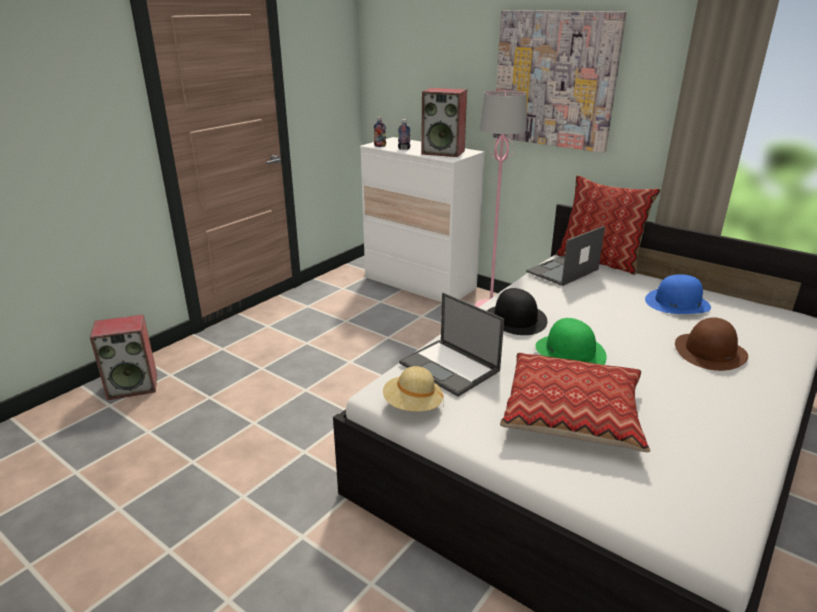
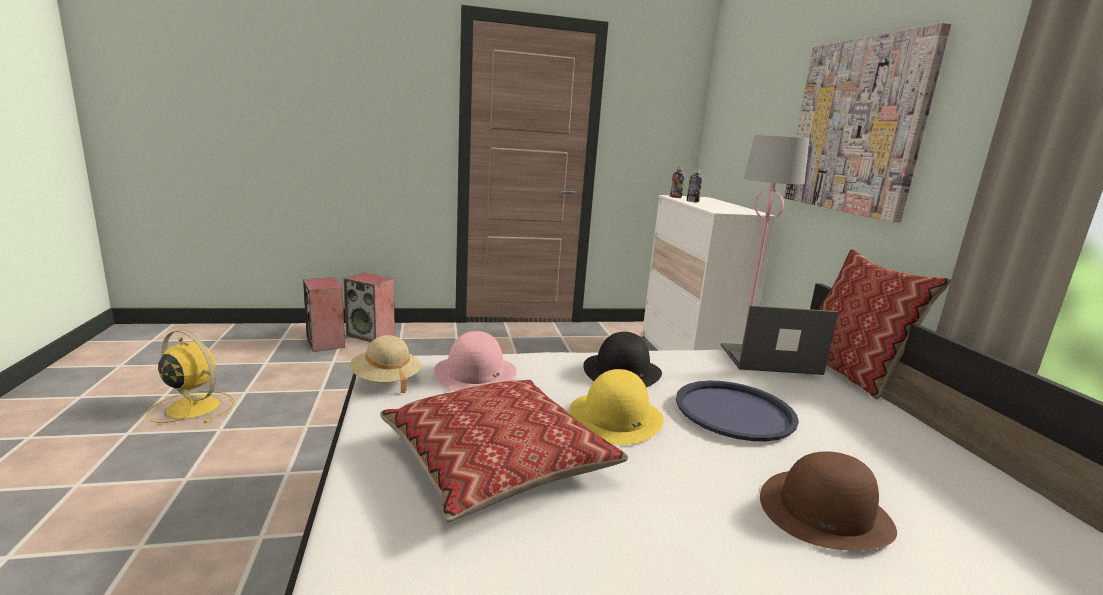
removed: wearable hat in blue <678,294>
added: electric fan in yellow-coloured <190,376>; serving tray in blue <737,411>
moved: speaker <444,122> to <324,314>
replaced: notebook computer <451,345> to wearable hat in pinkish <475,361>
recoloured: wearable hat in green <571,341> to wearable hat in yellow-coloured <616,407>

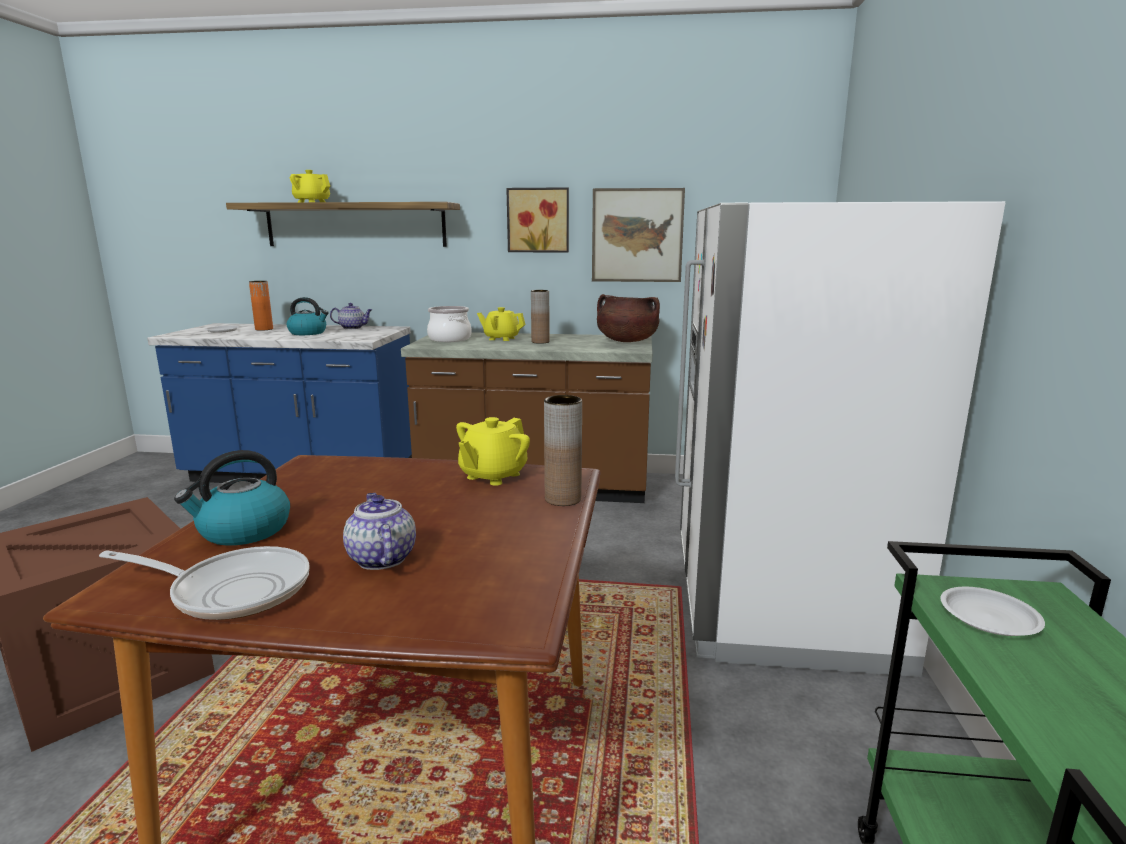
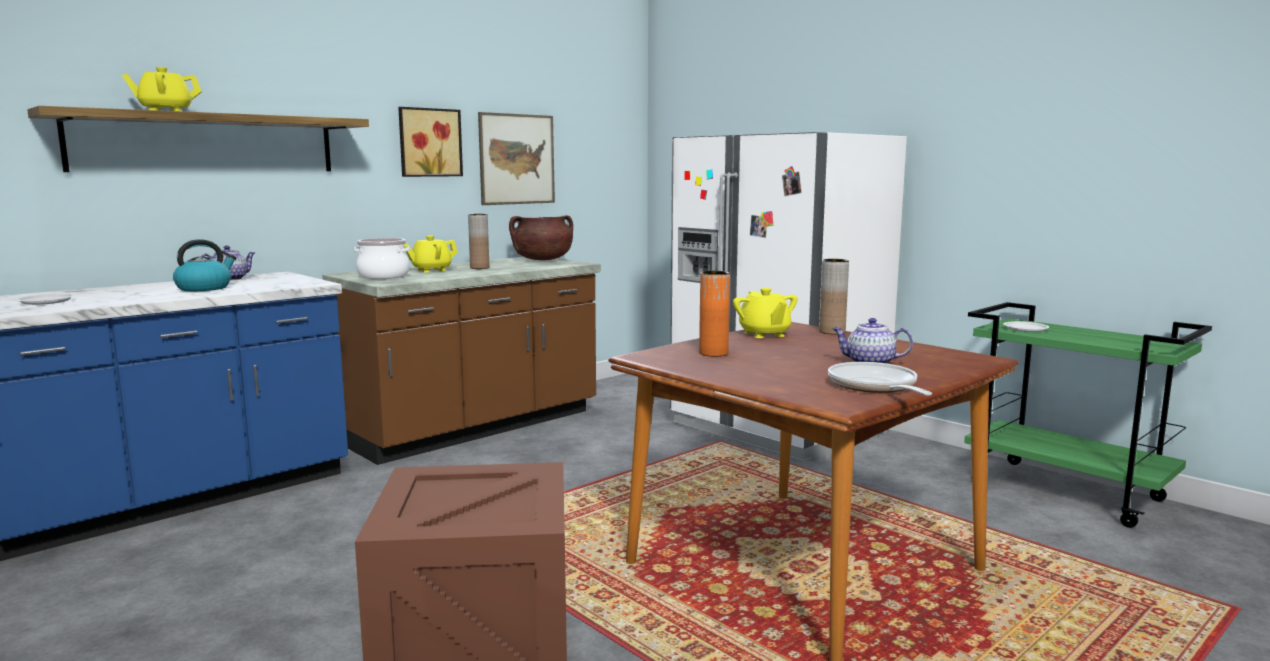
removed: kettle <232,498>
moved: vase in orange-coloured <261,306> to <714,314>
turned: skillet <204,583> = <880,379> 60 degrees counterclockwise

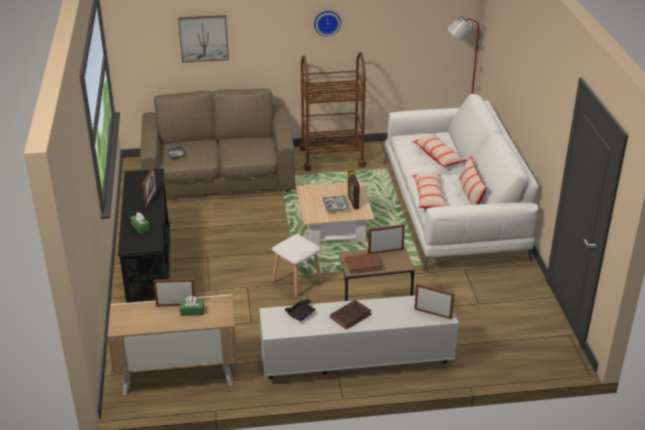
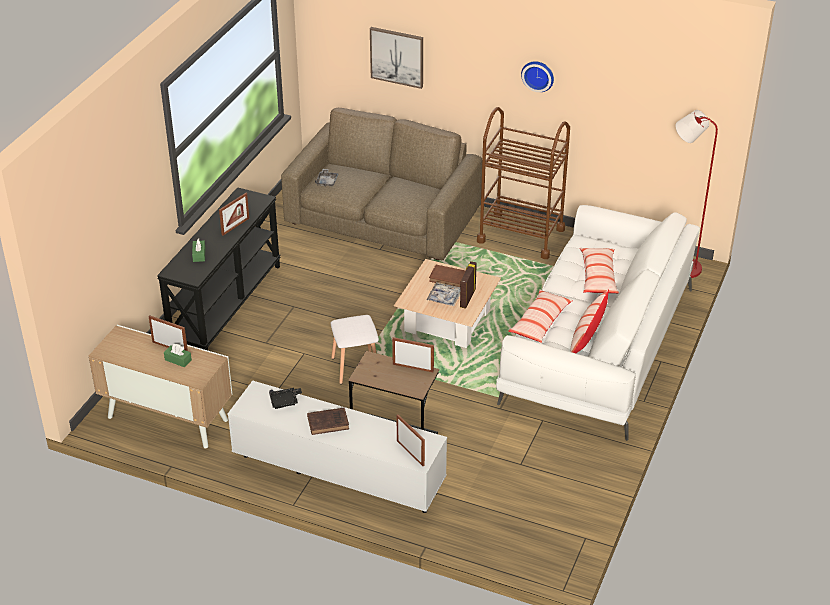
moved: volume in brownish <364,263> to <447,276>

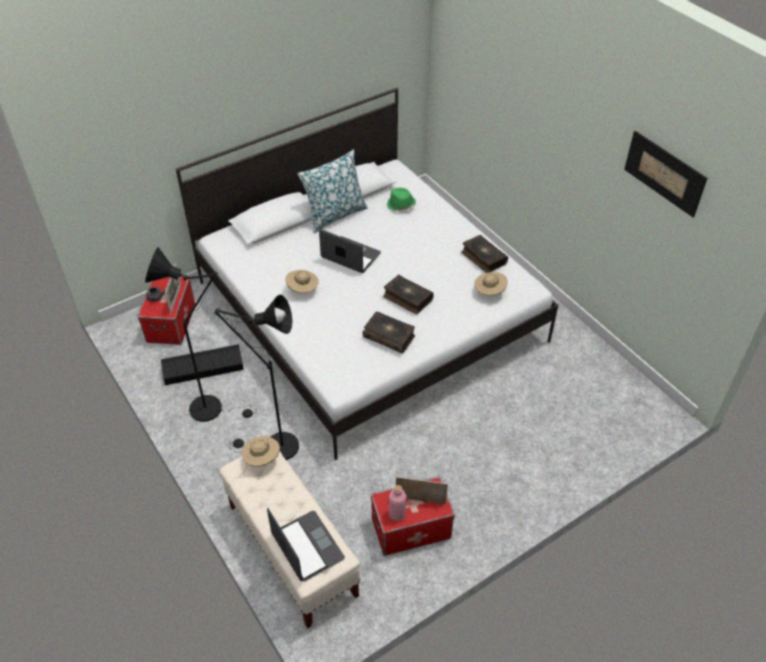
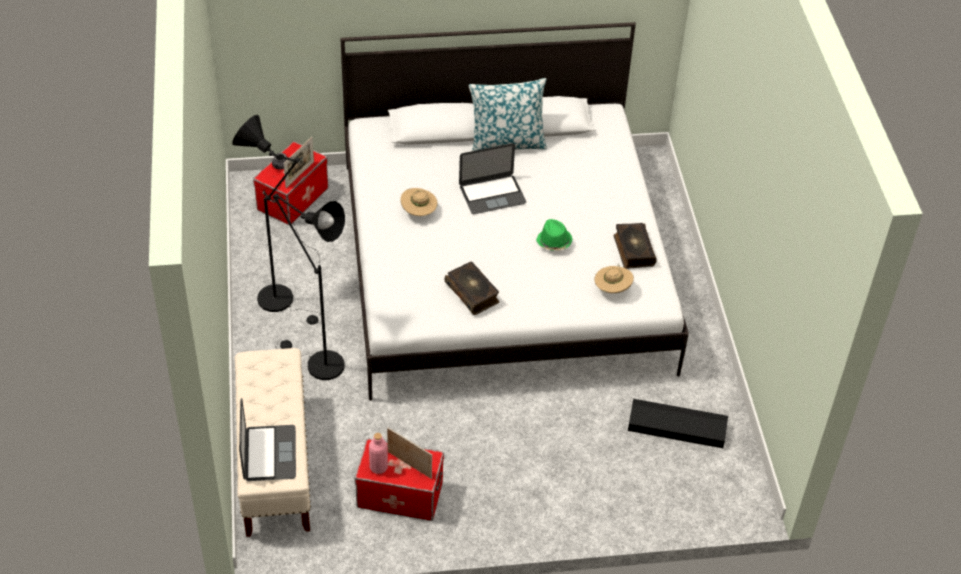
removed: wall picture <666,174>; volume <408,294>; wearable hat in sand-coloured <261,451>
moved: wearable hat in green <401,199> to <554,235>; storage bin in black <202,365> to <678,423>
turned: notebook computer <350,251> = <492,178> 105 degrees clockwise

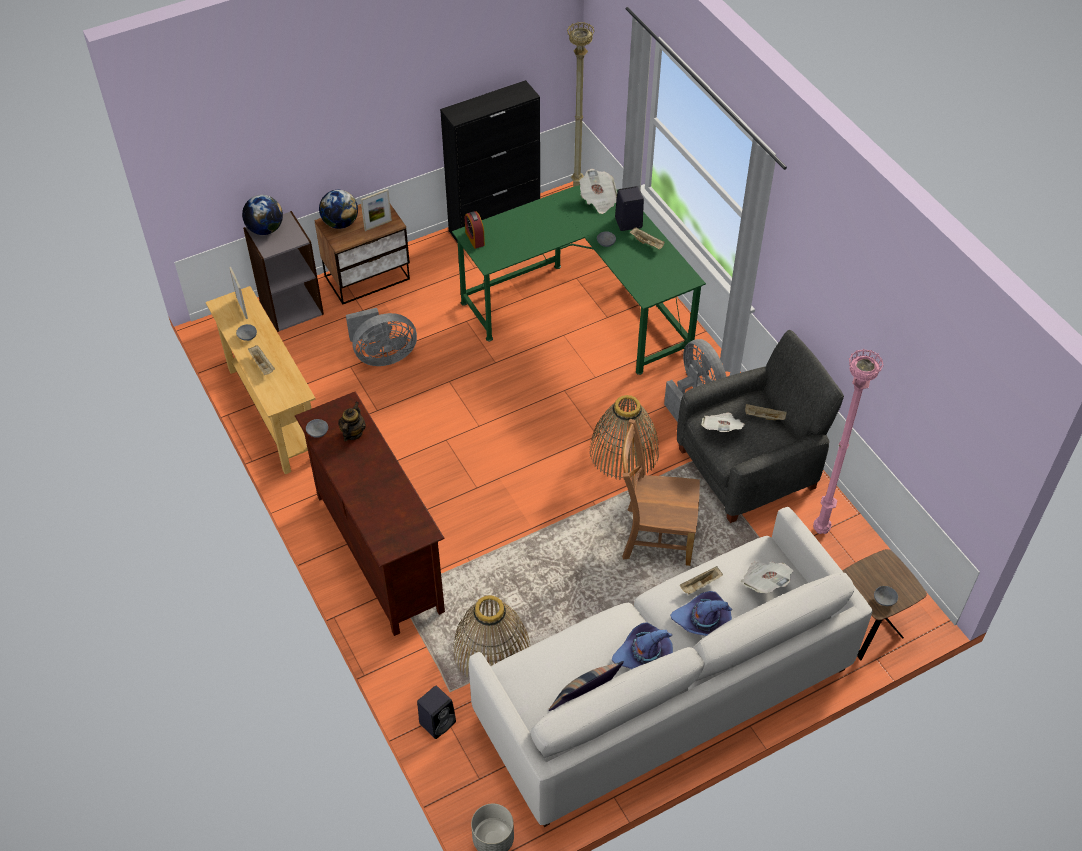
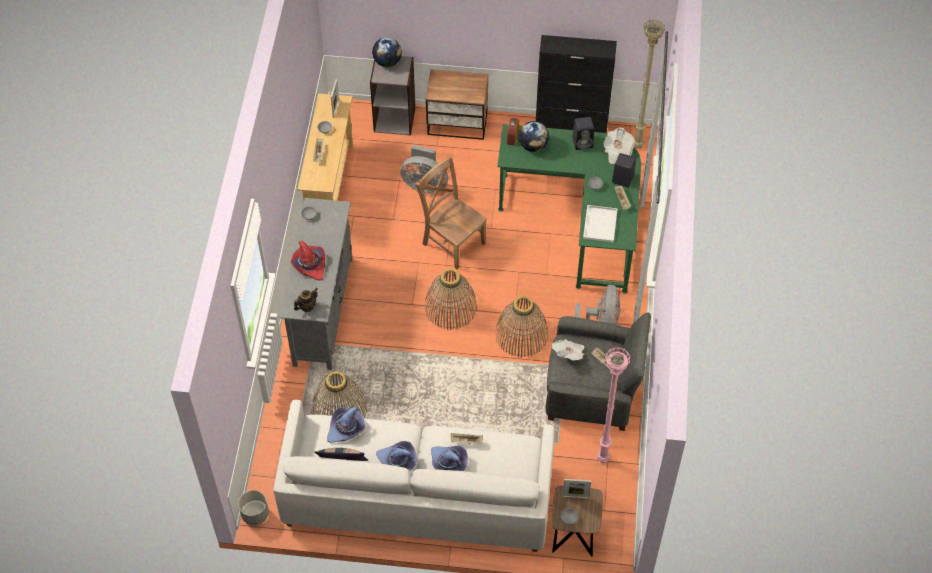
removed: printed paper <766,577>
added: serving tray in white <600,223>; wearable hat in reddish <308,260>; basket <451,299>; wearable hat in purple <346,425>
moved: picture frame <376,210> to <576,489>; desk globe <338,209> to <534,136>; teapot <352,421> to <306,300>; chair in brownish <661,492> to <451,212>; speaker in black <436,712> to <583,133>
recoloured: tv stand in brownish <370,513> to tv stand in grey <316,284>

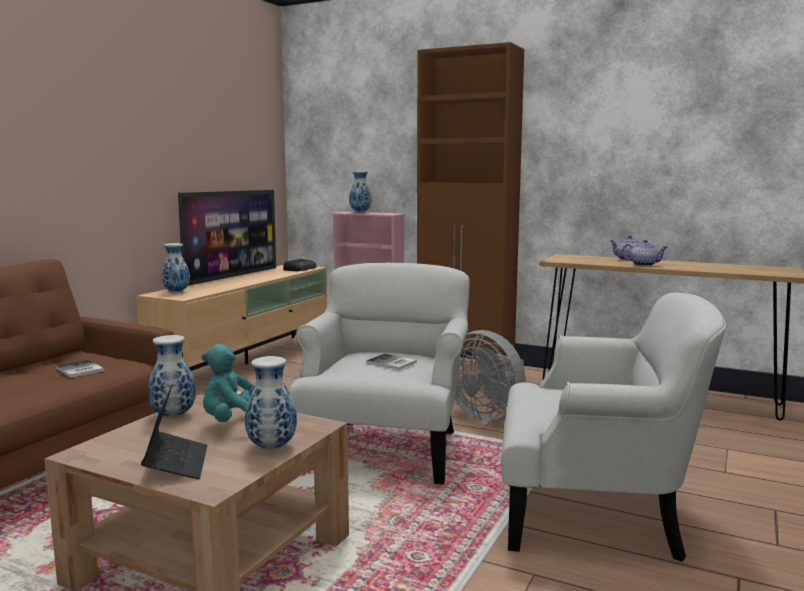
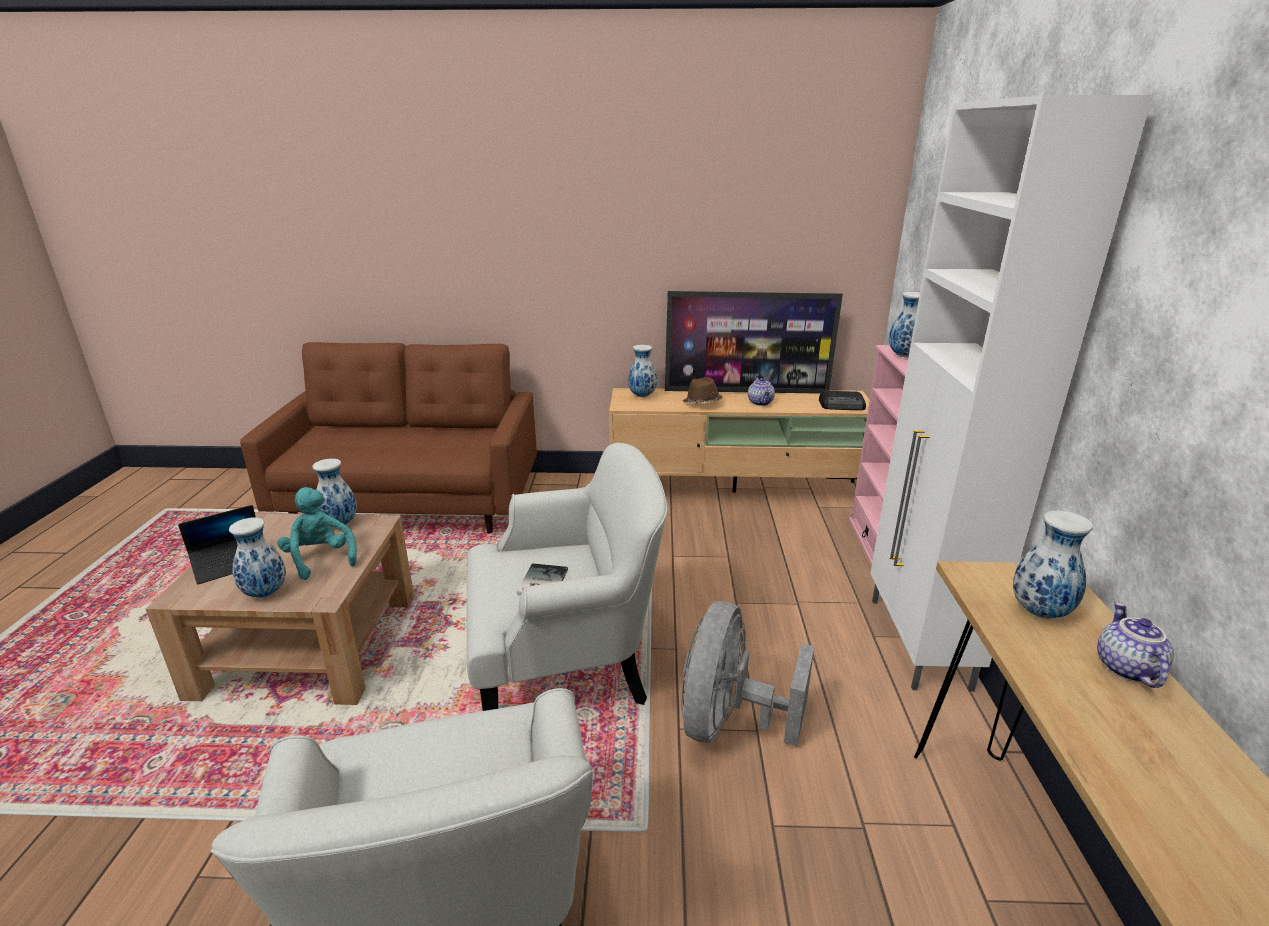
removed: volume <80,369>
added: wearable hat in brownish <703,390>; vase <1053,564>
moved: teapot <645,252> to <761,391>
recoloured: storage cabinet in brownish <470,198> to storage cabinet in white <1011,393>

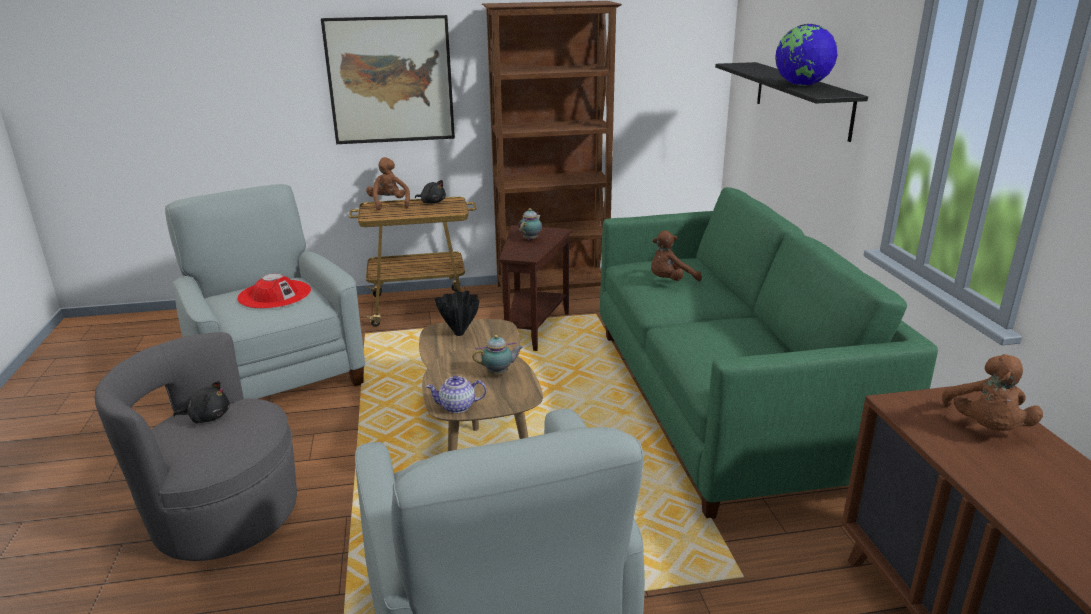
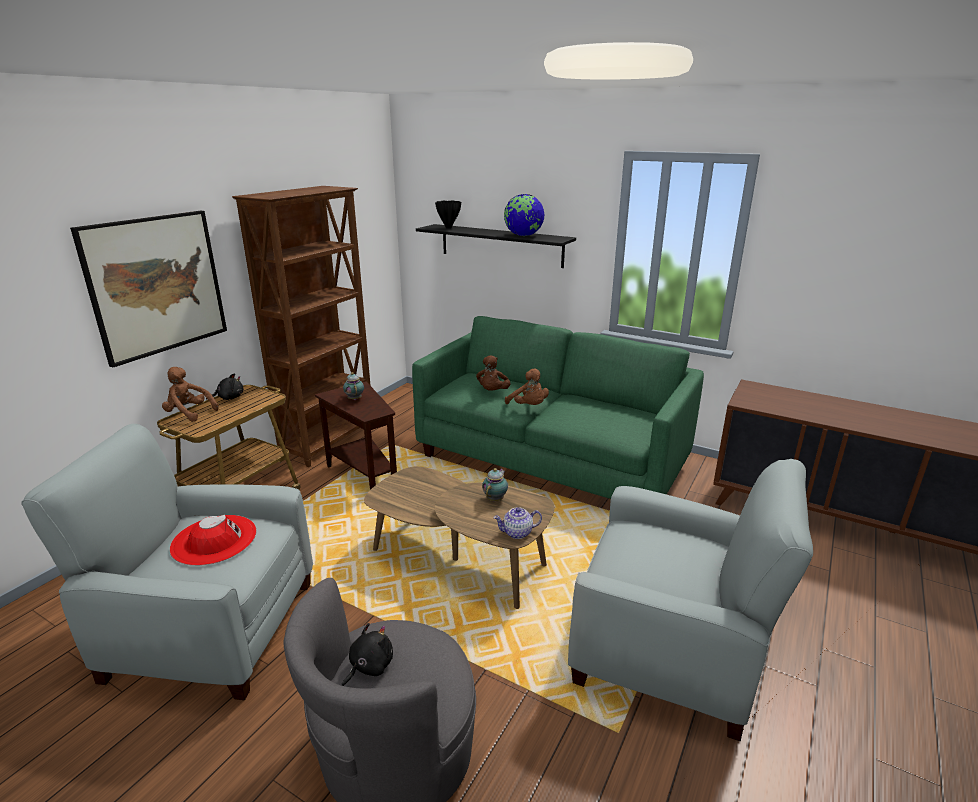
moved: vase in black <457,313> to <448,214>; soft toy in brownish <992,392> to <527,386>
turned: teapot <456,394> = <517,523> 45 degrees clockwise

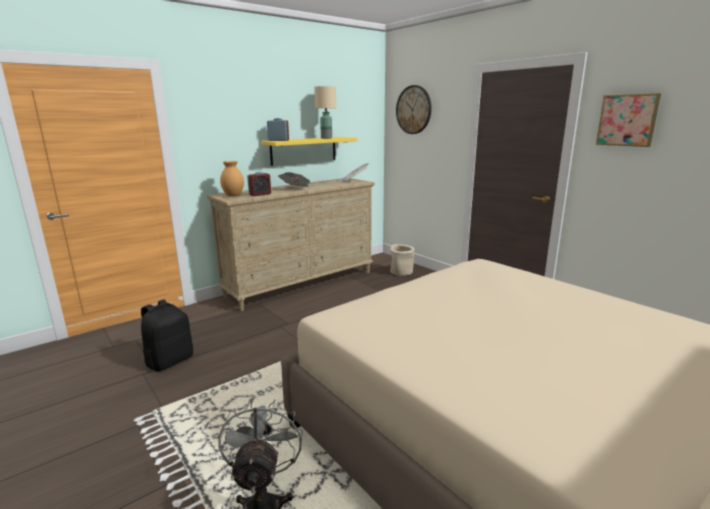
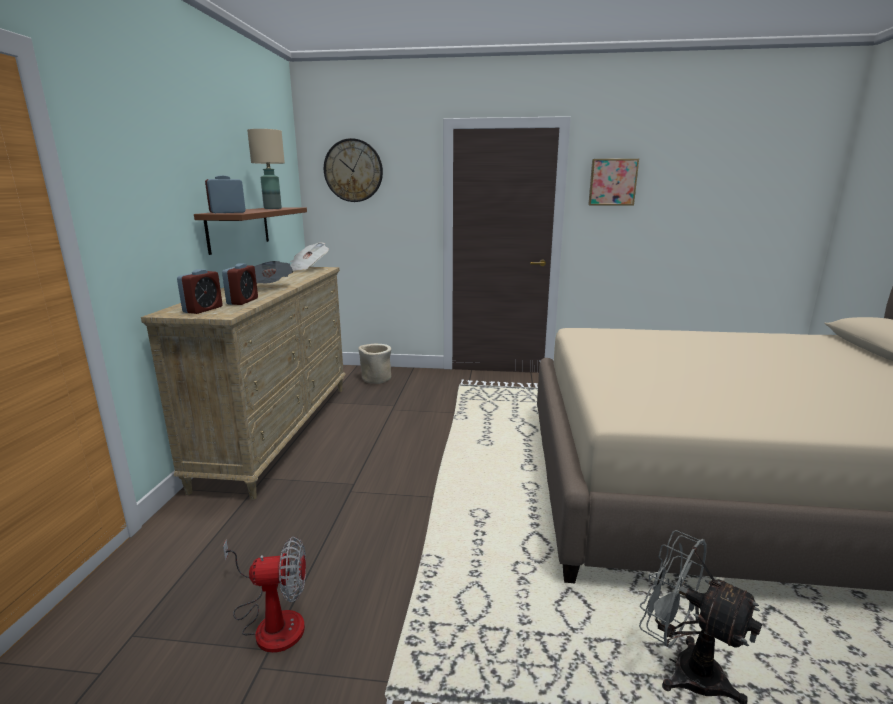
replaced: vase in brownish <232,179> to table clock <200,291>; knapsack in black <167,335> to electric fan <264,594>
recoloured: bracket shelf in yellow-coloured <309,151> to bracket shelf in brownish <250,231>

